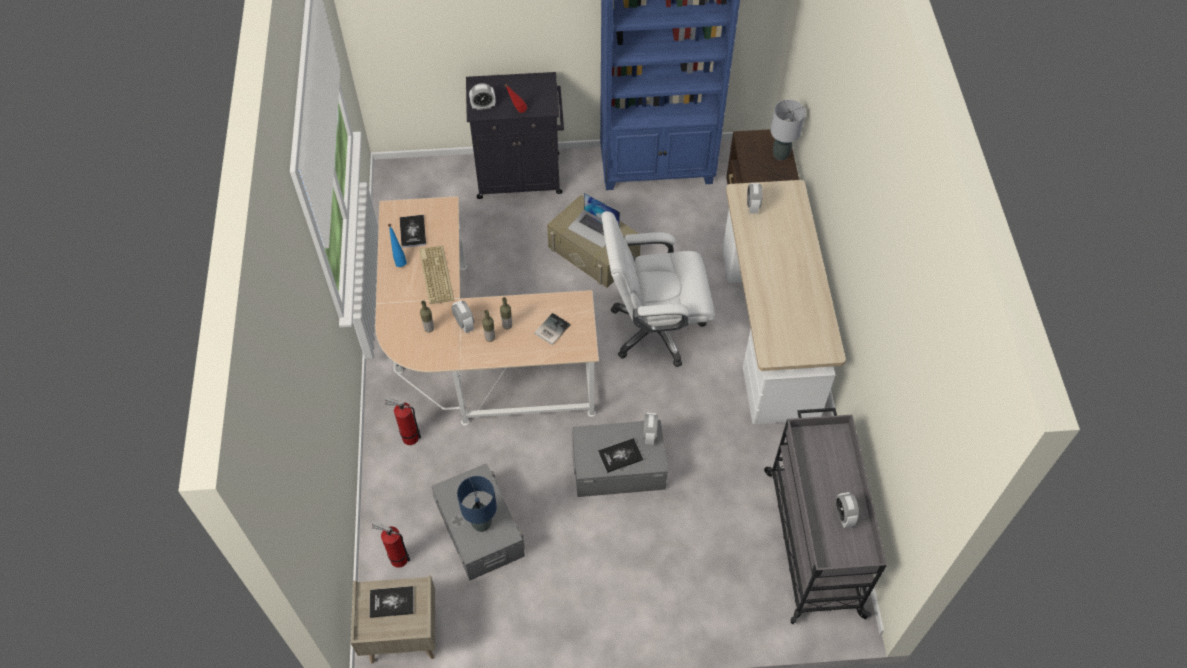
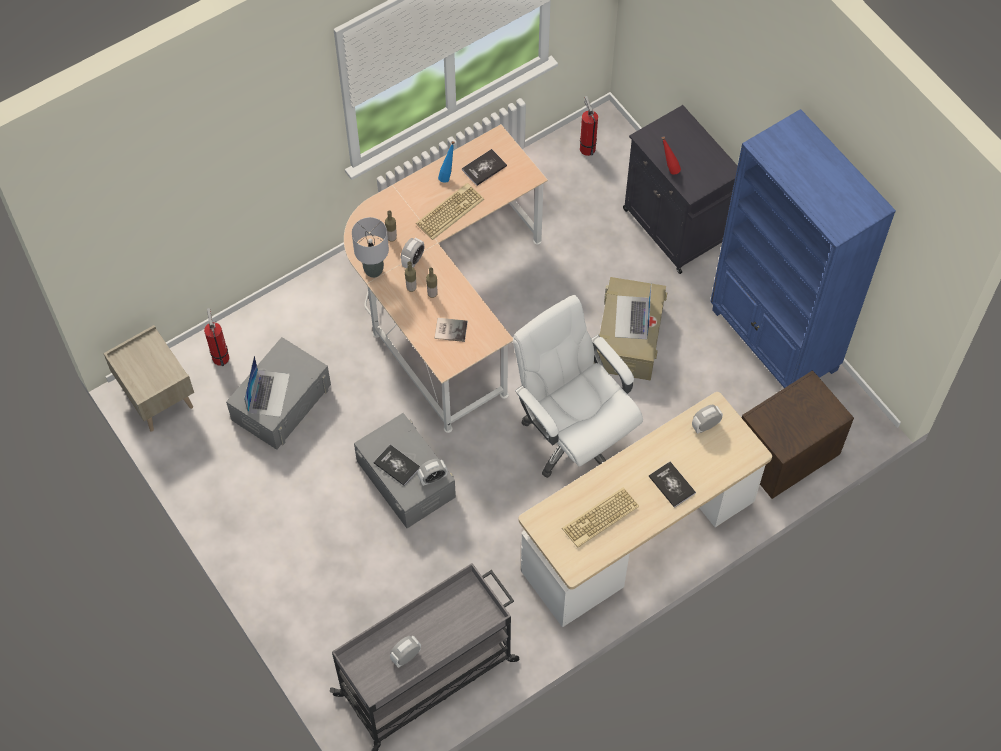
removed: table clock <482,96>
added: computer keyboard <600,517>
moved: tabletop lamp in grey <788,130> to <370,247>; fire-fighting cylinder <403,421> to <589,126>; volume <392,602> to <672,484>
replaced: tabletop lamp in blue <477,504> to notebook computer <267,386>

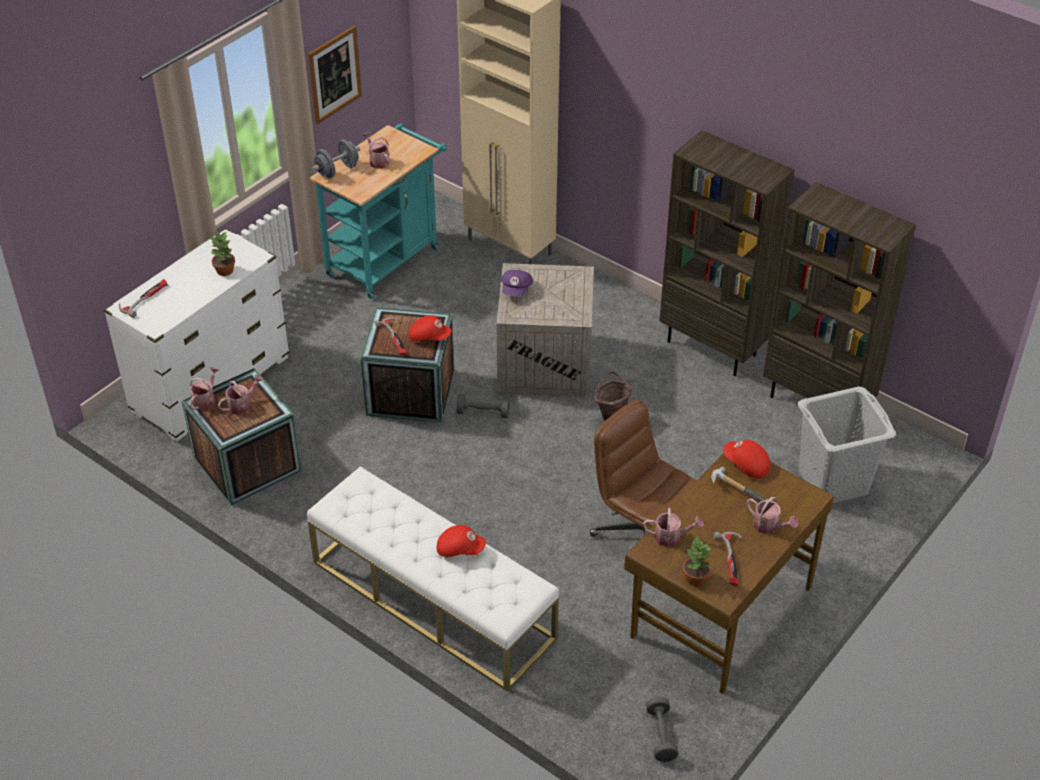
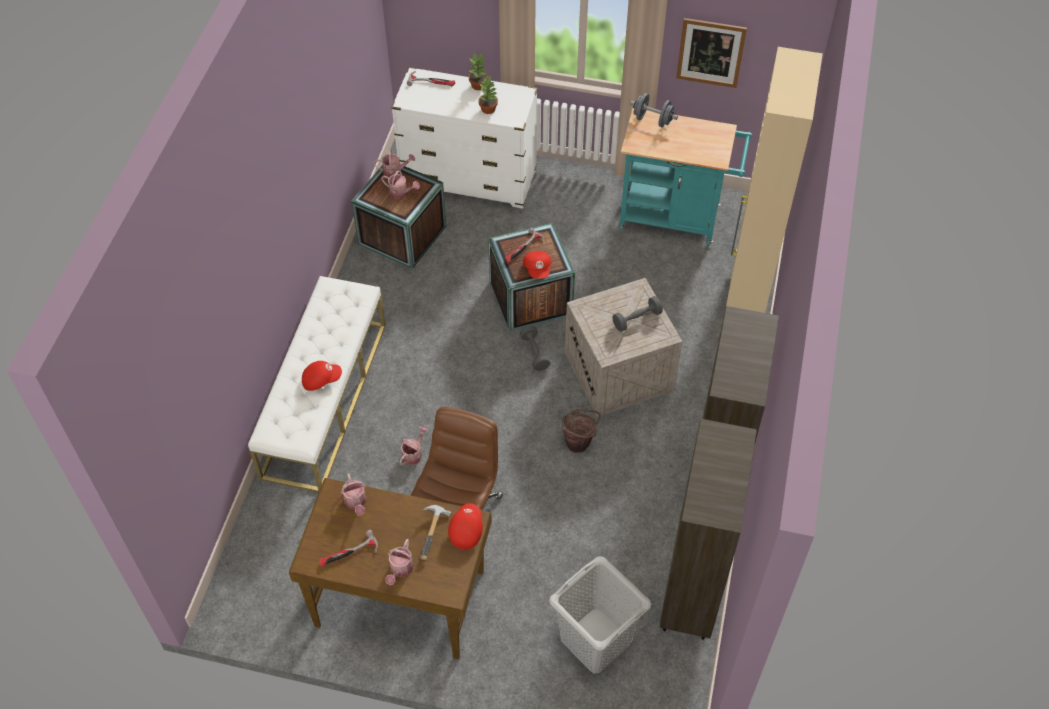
removed: cap in purple <517,283>
moved: watering can <376,150> to <413,446>; plant in a pot <697,561> to <478,71>; free weight in grey <662,729> to <637,314>
turned: cap in reddish <461,541> = <322,376> 90 degrees counterclockwise

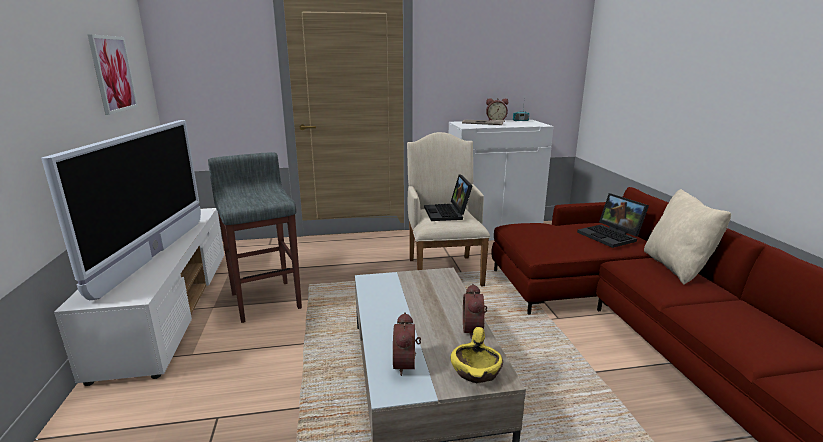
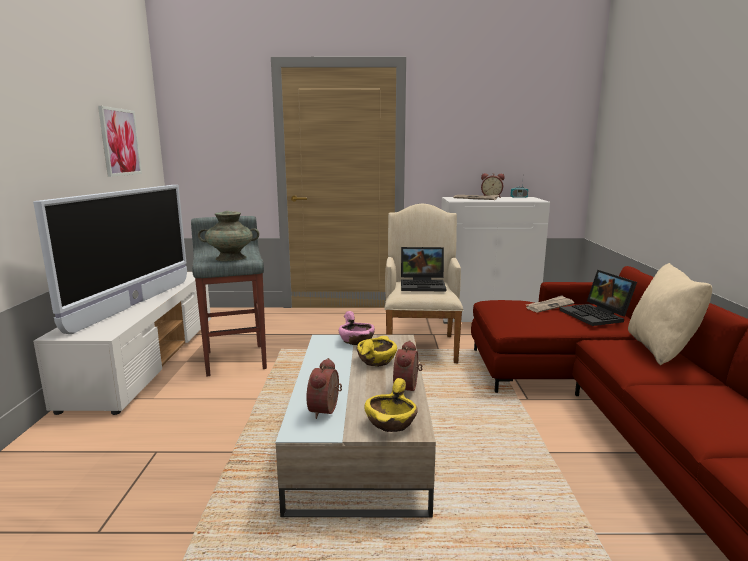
added: vase in turquoise <228,236>; printed paper <550,303>; serving bowl in pinkish <357,328>; serving bowl in yellow-coloured <376,351>
turned: notebook computer <448,197> = <423,269> 90 degrees counterclockwise

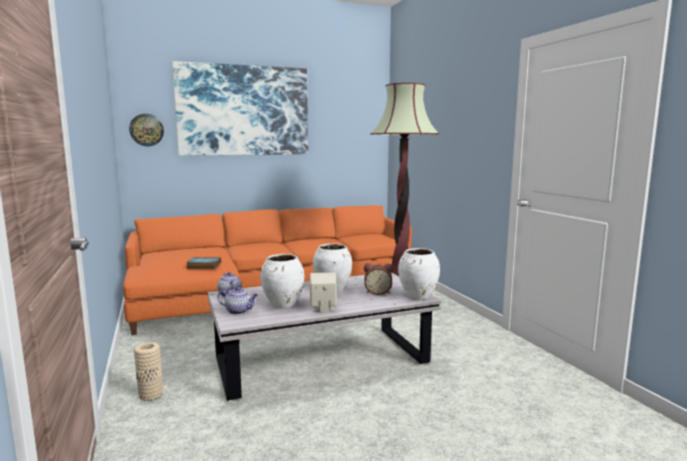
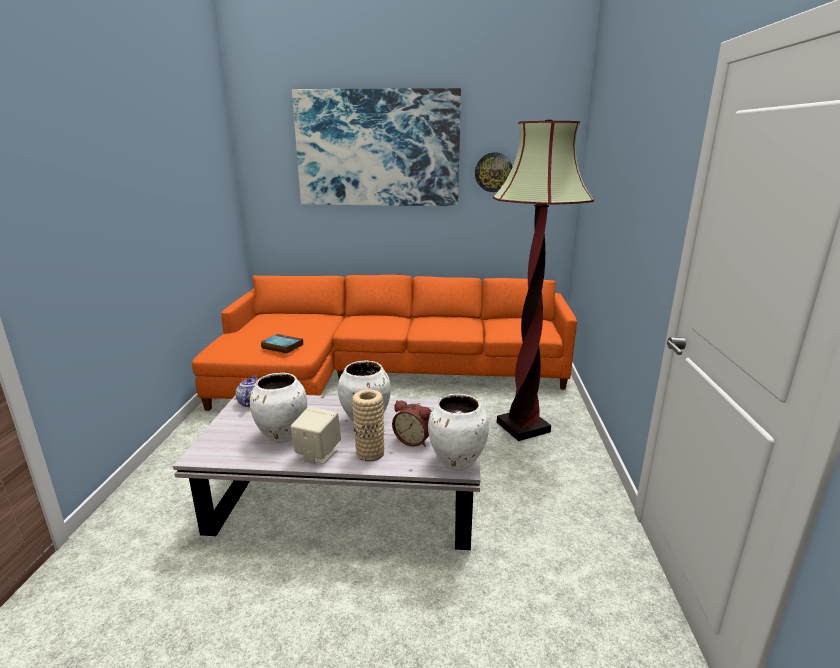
removed: teapot <238,300>
moved: hanging clock <146,130> to <494,172>; vase in sand-coloured <148,371> to <368,425>

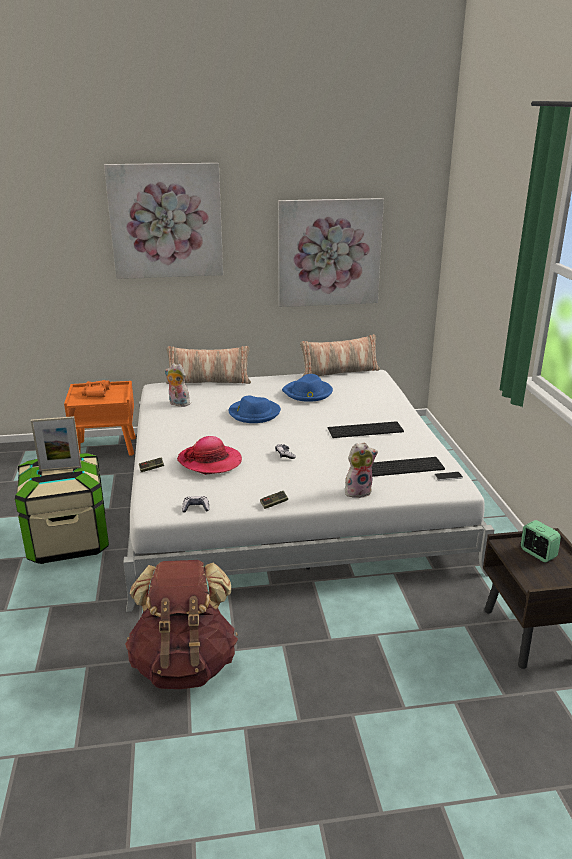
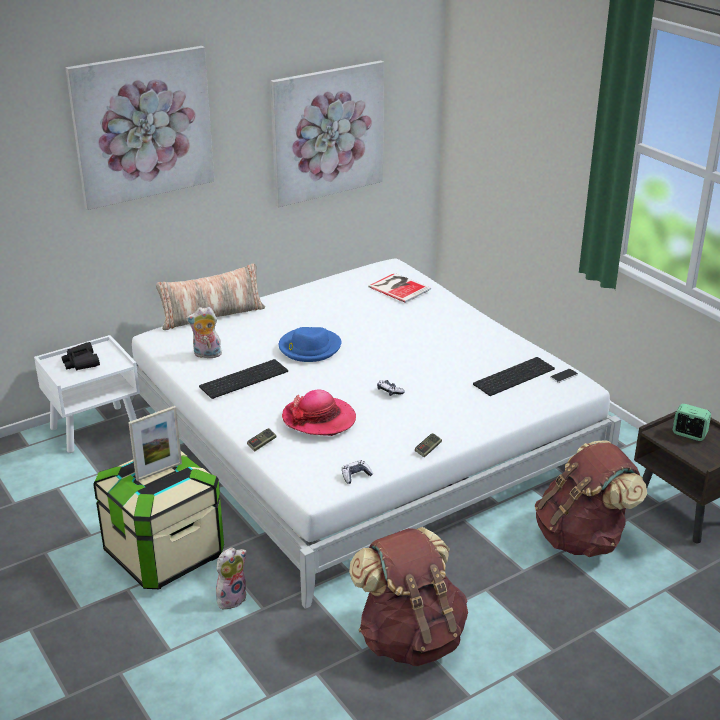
removed: pillow <340,355>; wearable hat in blue <307,388>
added: volume <399,288>; knapsack in brownish <591,498>
moved: computer keyboard <366,429> to <243,379>; soft toy <361,470> to <231,579>
recoloured: binoculars in orange-coloured <96,389> to binoculars in black <80,356>; bedside table in orange-coloured <100,418> to bedside table in white <87,394>

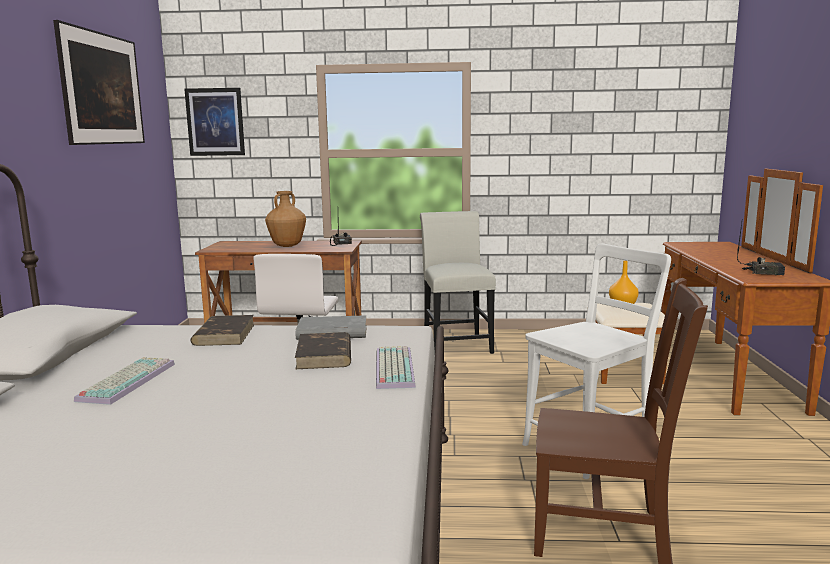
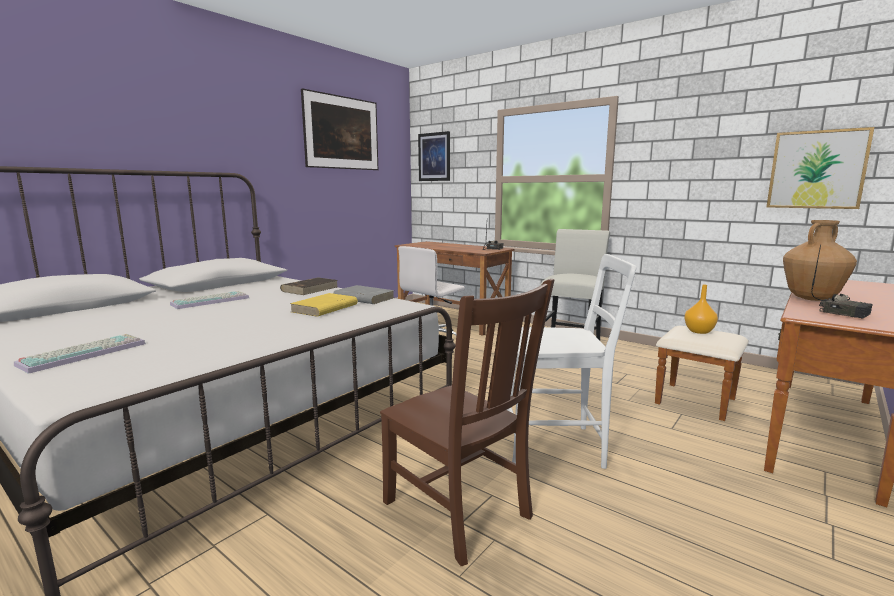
added: wall picture <820,168>
moved: vase in brownish <285,219> to <820,260>; computer keyboard <396,367> to <80,354>
recoloured: volume in brownish <323,350> to volume in yellow-coloured <324,305>

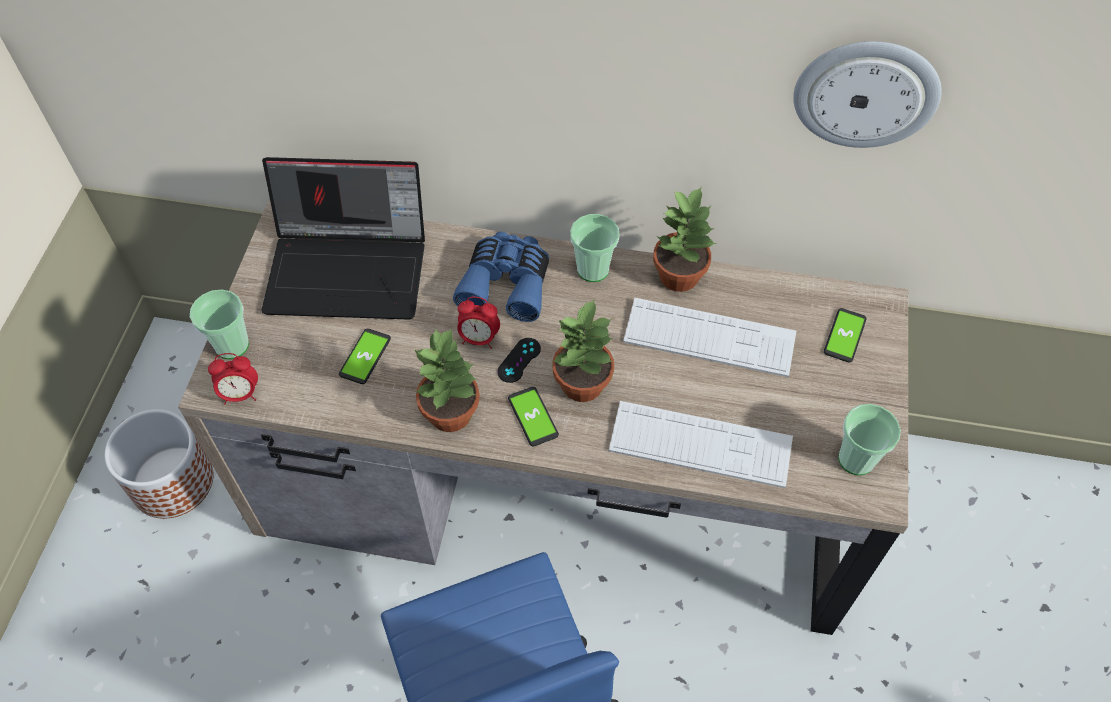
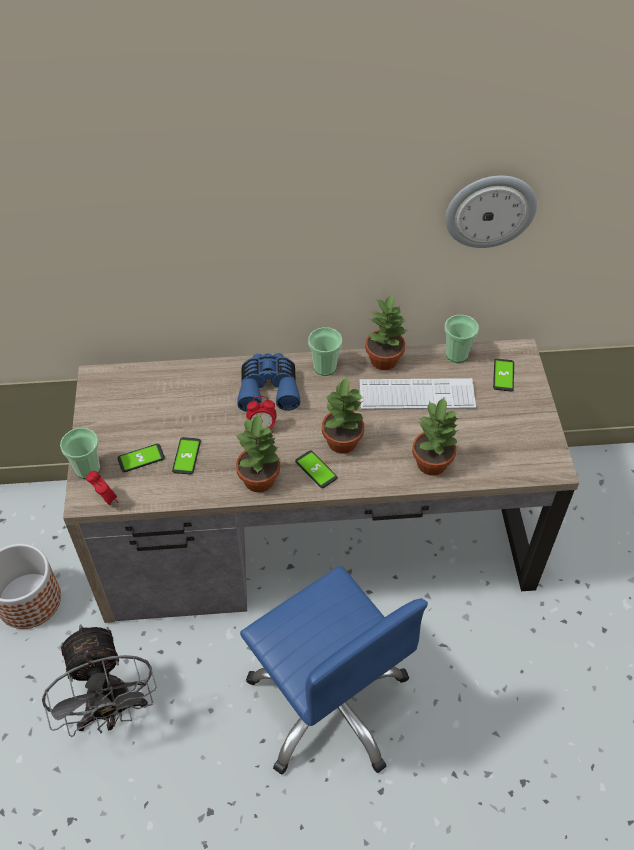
removed: notebook computer <343,238>; game controller in black <519,360>
added: phone <141,458>; electric fan in grey <99,680>
moved: cup <869,439> to <462,339>
replaced: computer keyboard <701,444> to plant in a pot <435,436>
turned: table clock <233,379> = <102,488> 105 degrees counterclockwise

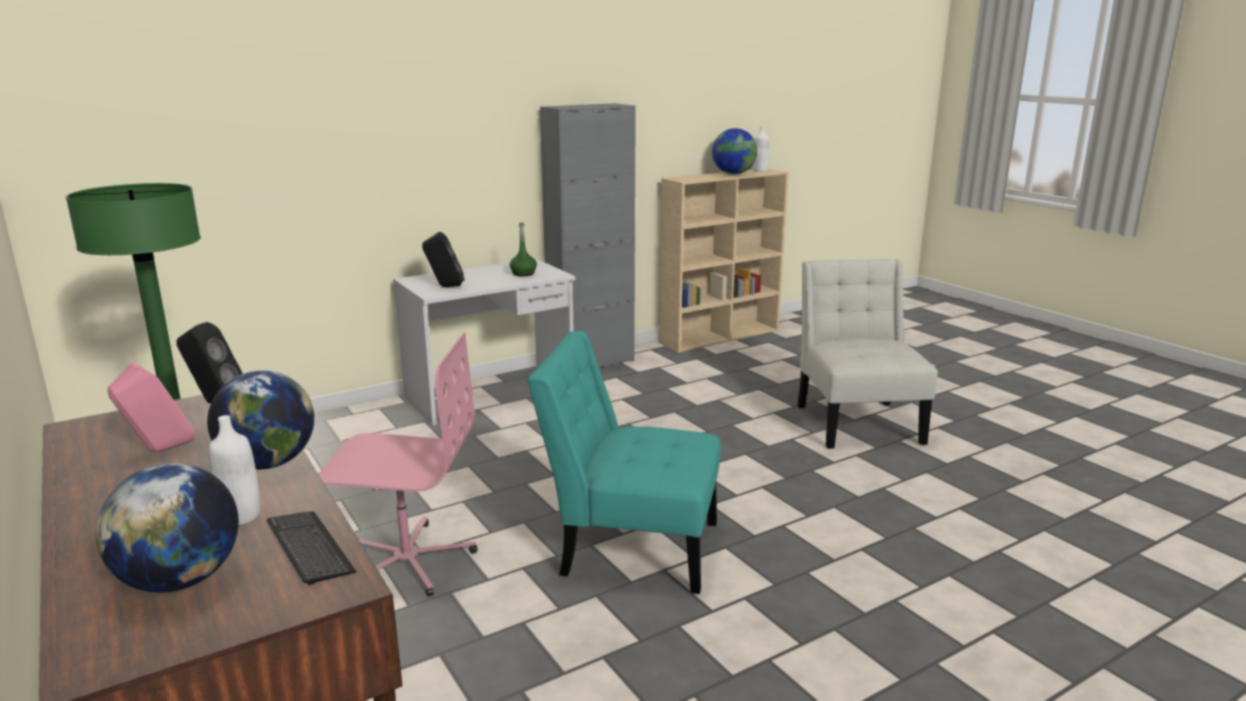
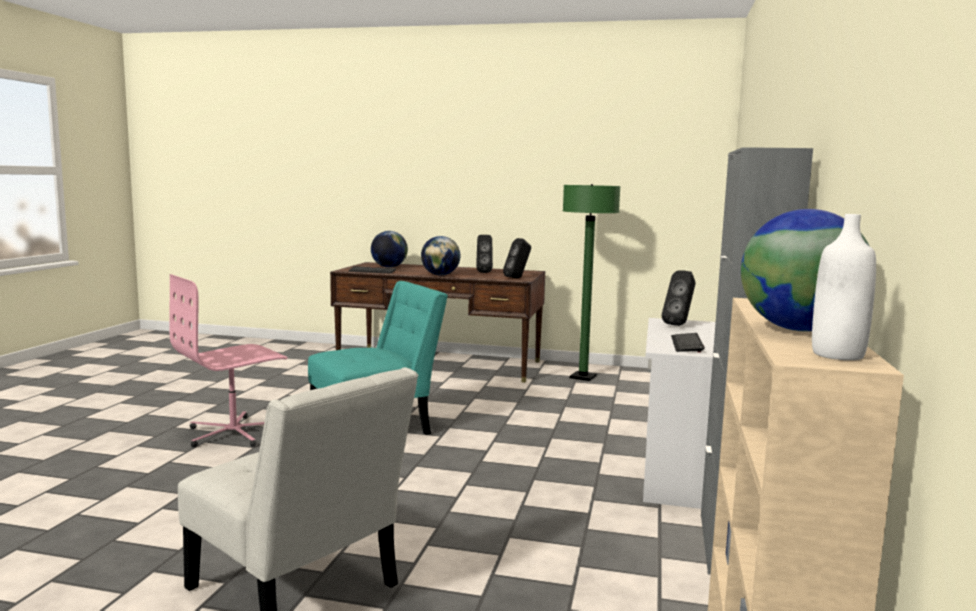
removed: beverage bottle in white <234,470>
moved: desk chair in pinkish <397,464> to <228,361>
replaced: beverage bottle in green <523,250> to computer keyboard <688,343>
recoloured: speaker in pinkish <151,407> to speaker in black <484,254>

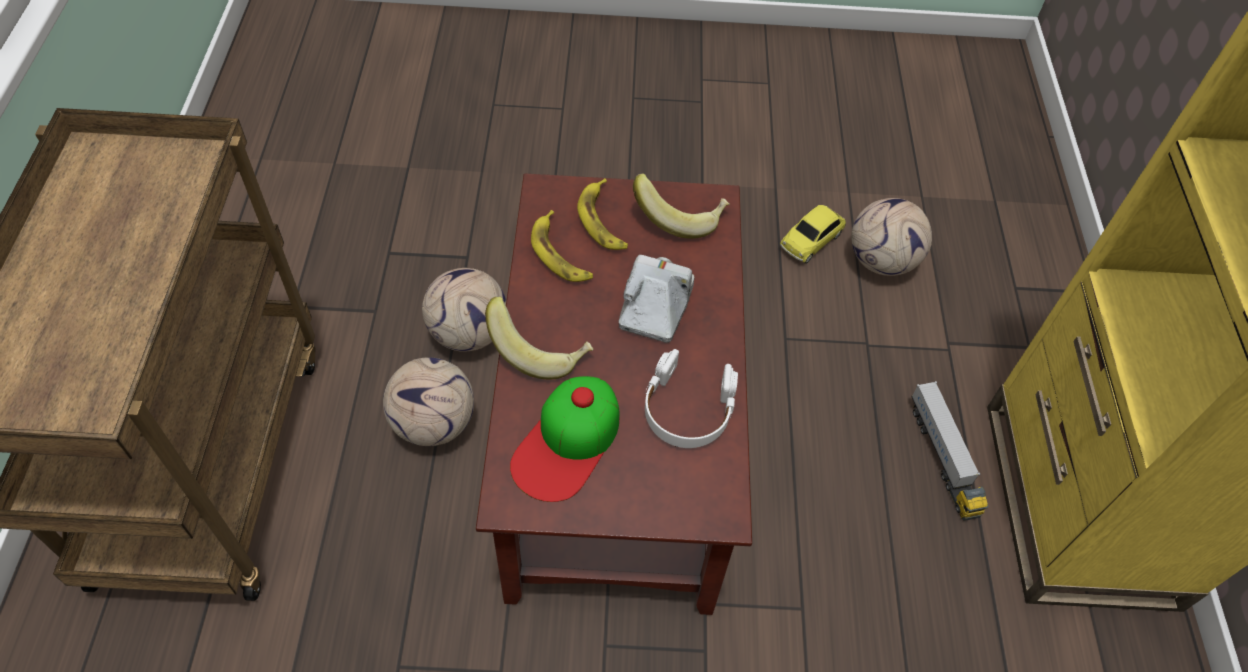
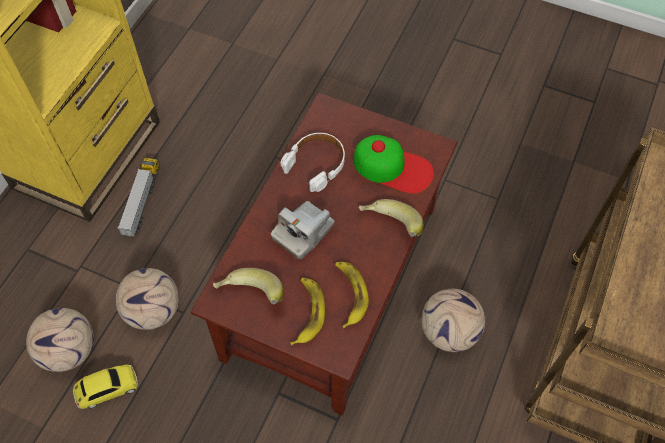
moved: ball for football <464,310> to <147,299>
turned: cap <565,439> = <393,164> 60 degrees clockwise

